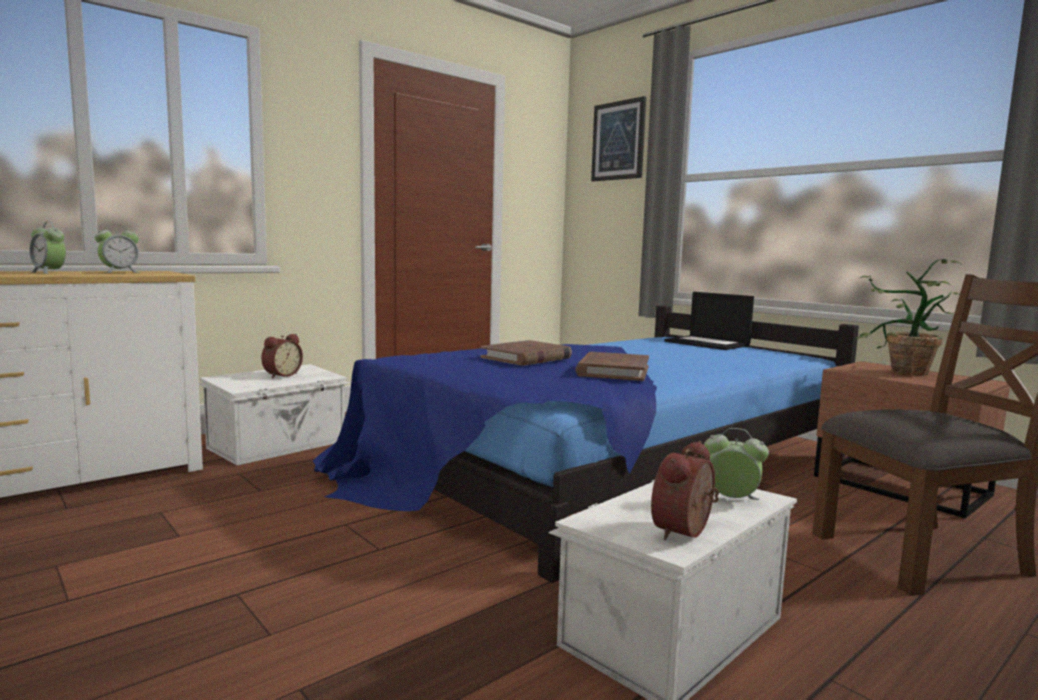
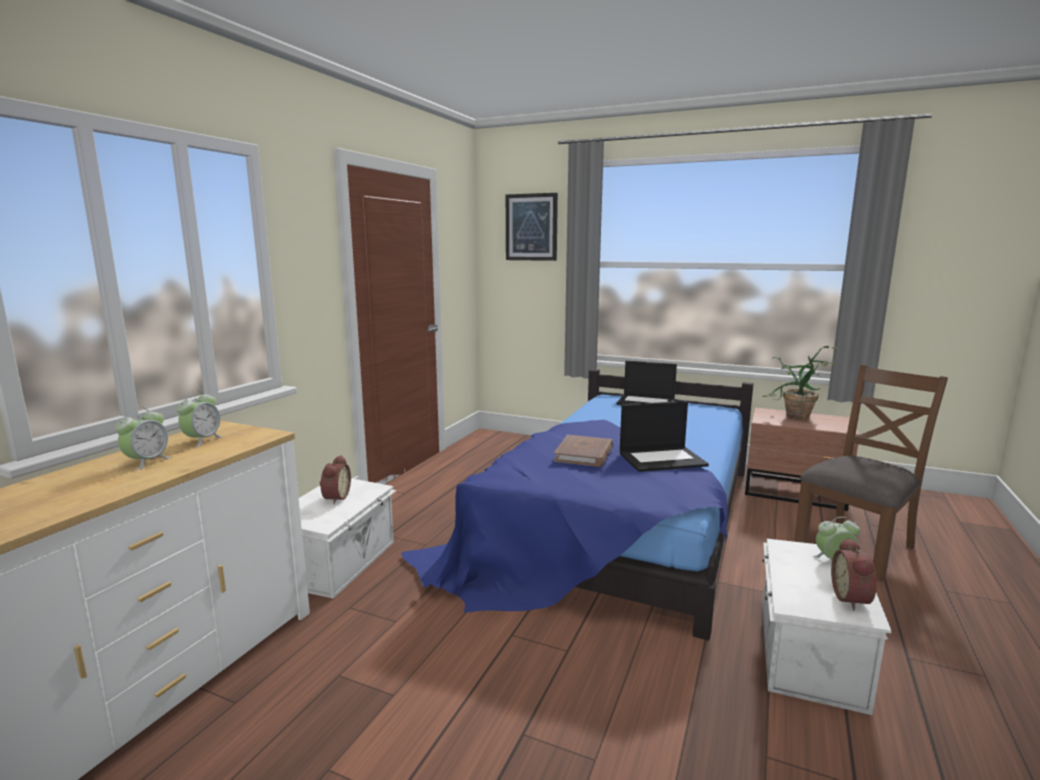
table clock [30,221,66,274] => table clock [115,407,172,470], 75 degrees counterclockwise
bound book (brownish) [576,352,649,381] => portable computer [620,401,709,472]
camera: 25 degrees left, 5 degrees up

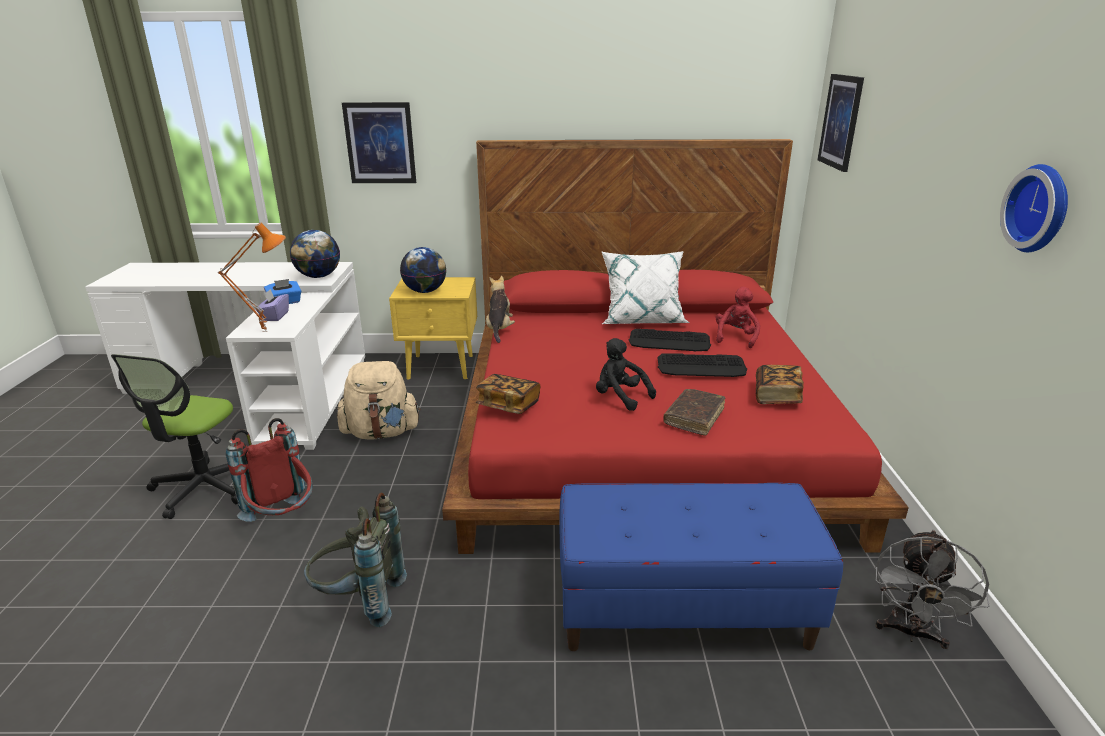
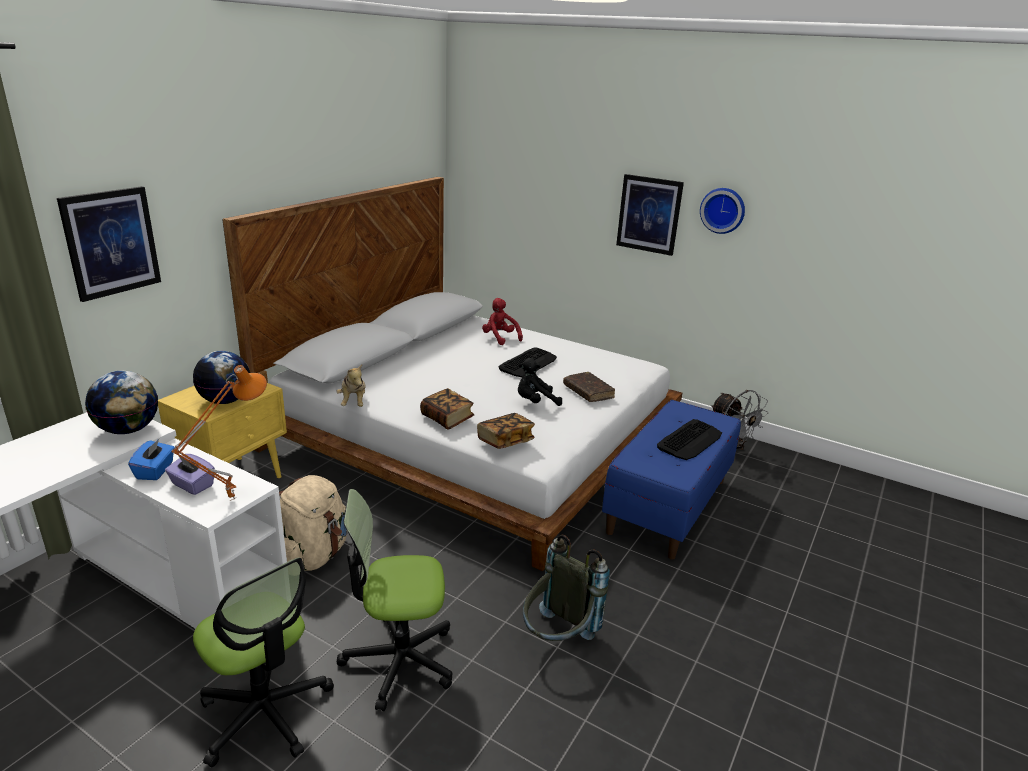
wall picture [818,74,864,172] => wall picture [616,174,684,256], move
bedroom bed (red-coloured) [442,139,909,554] => bedroom bed (white-coloured) [222,177,682,571]
throw pillow (white-coloured) [601,251,690,324] => nothing
plush toy [486,276,515,343] => plush toy [337,364,366,407], 135 degrees counterclockwise
PC keyboard [629,329,711,351] => PC keyboard [657,419,722,460], move
bound book [756,365,804,404] => bound book [420,388,474,430], move
rucksack (red-coloured) [226,418,313,522] => computer chair [336,489,452,711]
camera: 60 degrees left, 0 degrees up

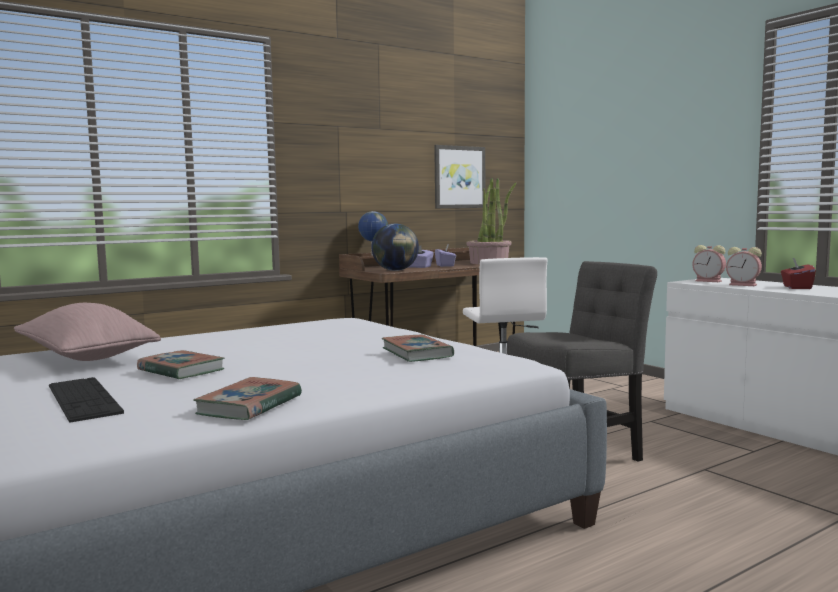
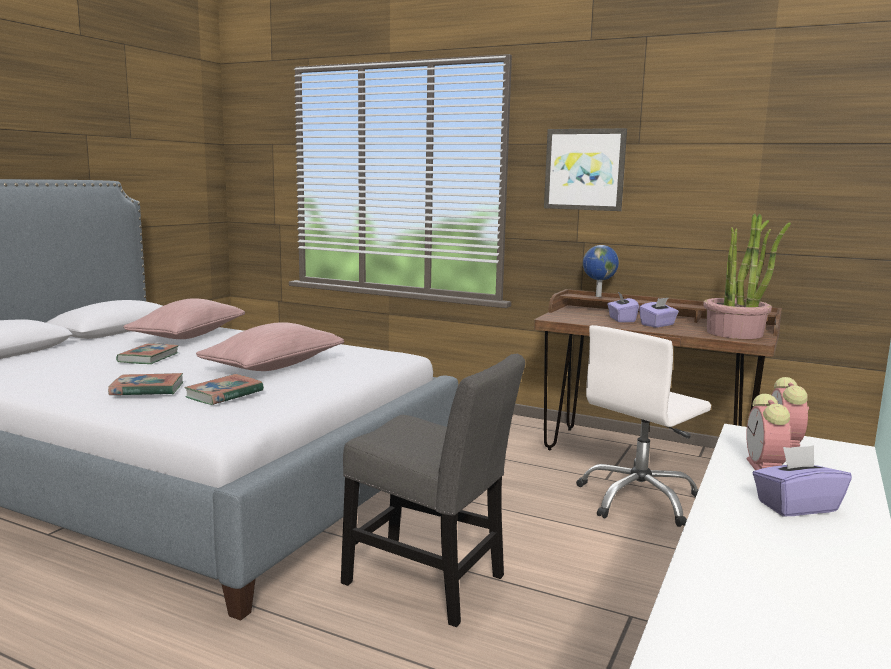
wall picture [434,145,485,208] => wall picture [544,128,627,211], move
desk globe [371,224,419,271] => nothing
tissue holder (red-coloured) [781,258,816,289] => tissue holder (purple) [753,445,852,516]
PC keyboard [49,377,124,422] => nothing
bound book [193,377,302,420] => bound book [108,373,183,395], move
nothing => throw pillow (pinkish) [196,322,344,371]
camera: 60 degrees right, 5 degrees up

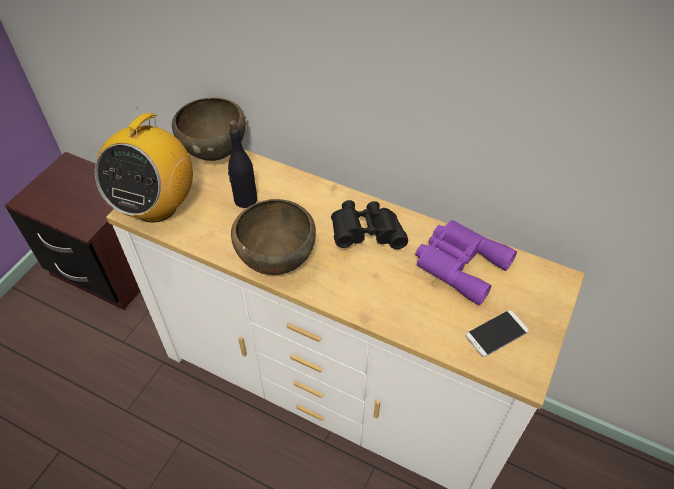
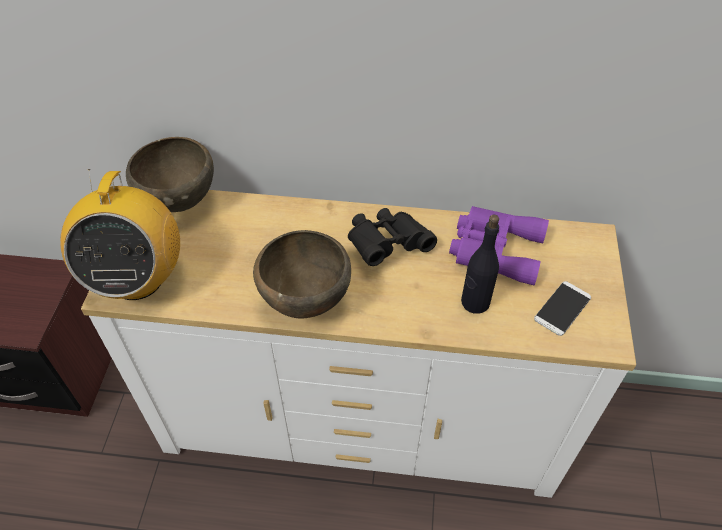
beverage bottle (blackish) [228,120,257,208] => beverage bottle (blackish) [461,215,499,314], move
camera: 20 degrees left, 0 degrees up

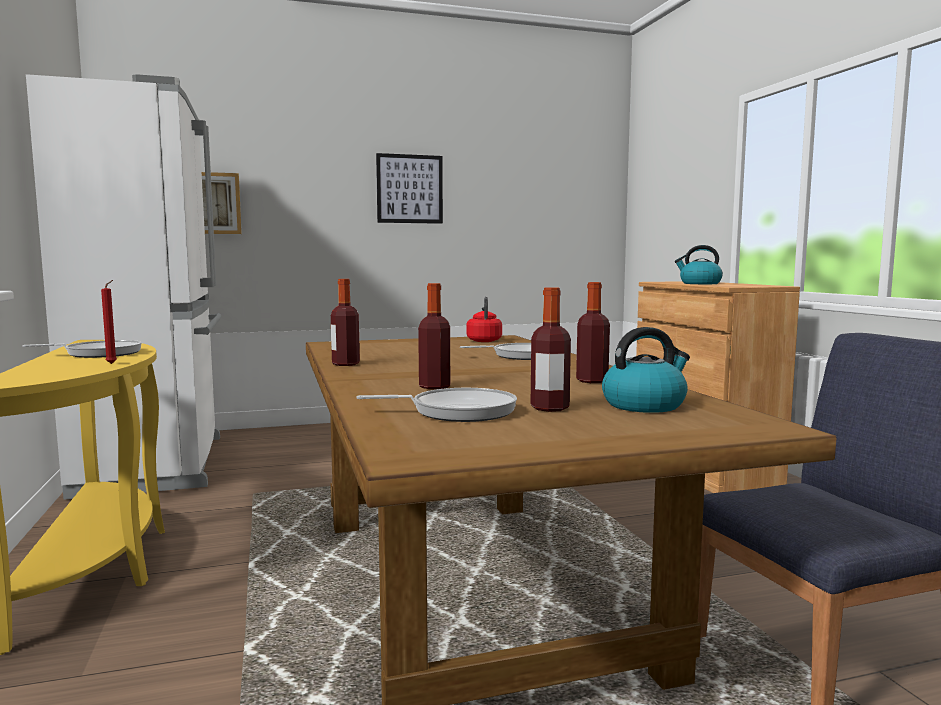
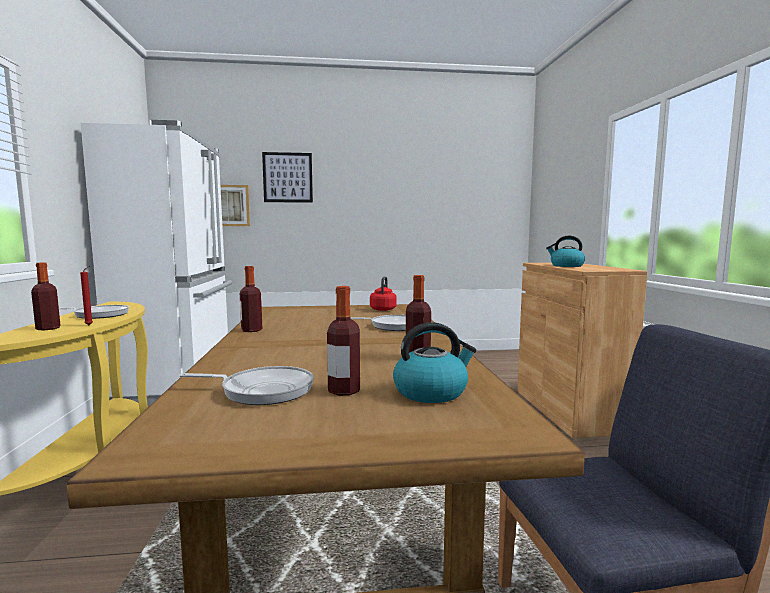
wall picture [376,153,443,224] => wall picture [262,152,313,203], move
beverage bottle [418,283,450,389] => beverage bottle [31,263,60,330], move
camera: 10 degrees right, 0 degrees up

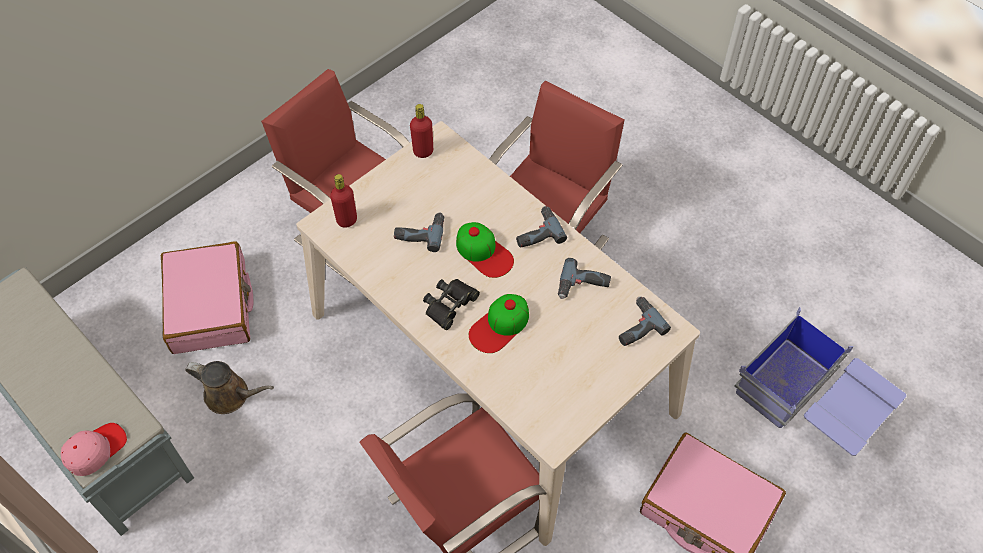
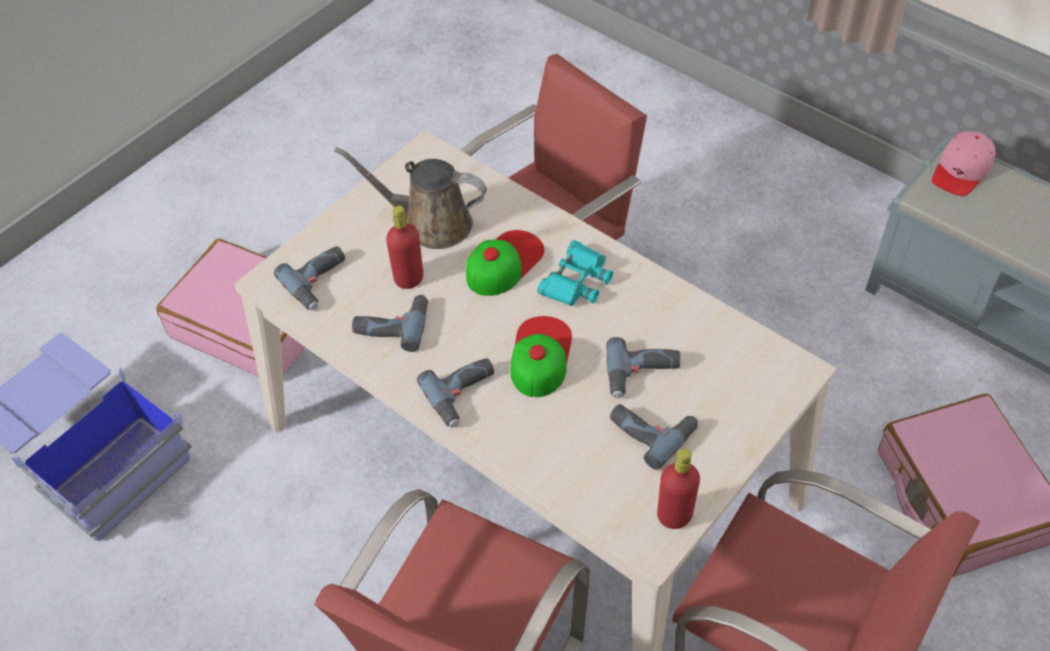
beverage bottle (red-coloured) [330,174,357,228] => beverage bottle (red-coloured) [386,206,423,289], move
peaked cap [456,222,514,278] => peaked cap [510,316,572,397], 60 degrees clockwise
pair of binoculars (blackish) [423,279,480,330] => pair of binoculars (blue-green) [537,240,613,306]
watering pot (brownish) [185,361,274,414] => watering pot (brownish) [334,147,487,249], move
nothing => power drill [610,404,698,470]
camera: 175 degrees right, 5 degrees down

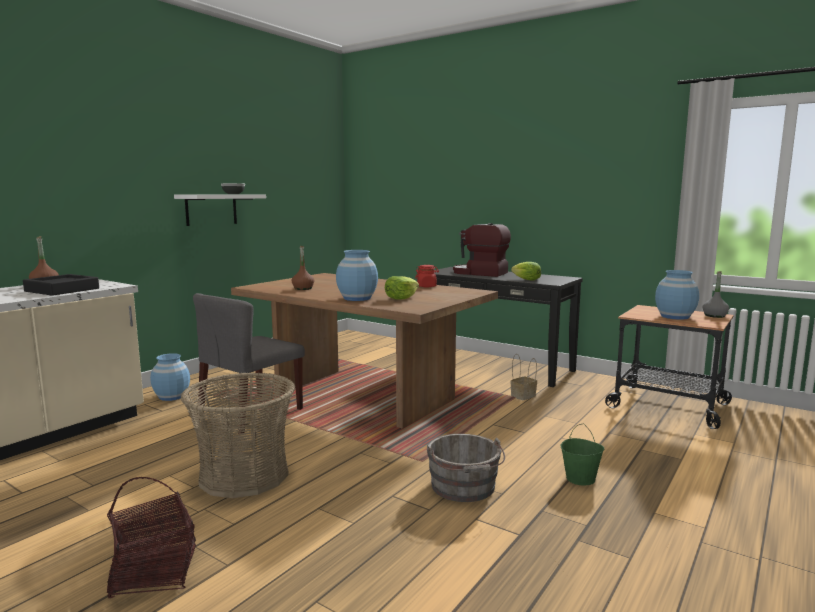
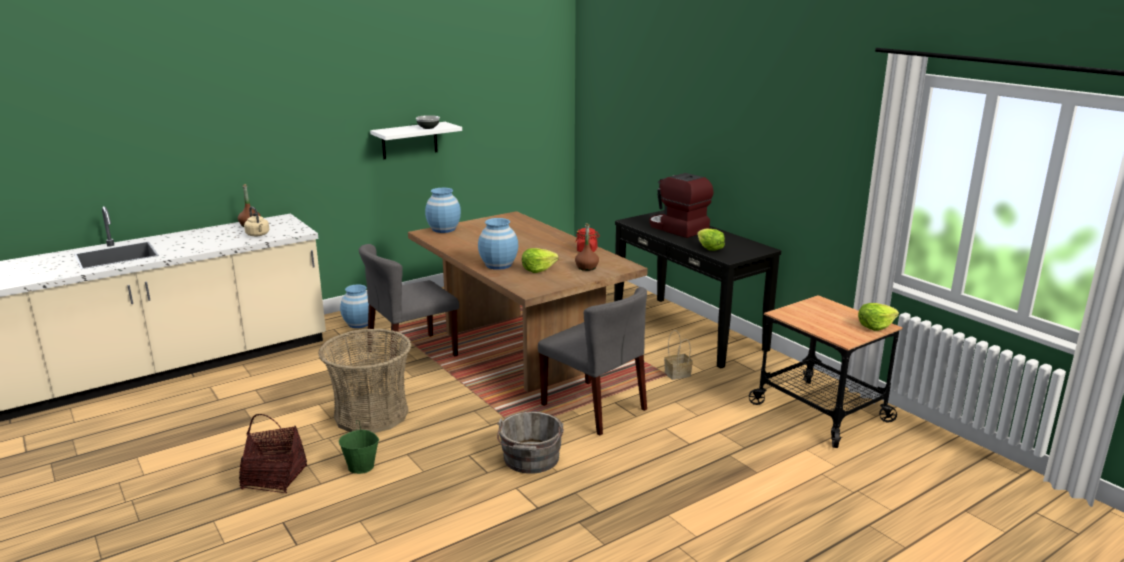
beverage bottle (brownish) [291,246,314,290] => beverage bottle (brownish) [575,224,599,271], move
vase (bluish) [655,270,699,320] => vase (bluish) [425,188,461,233], move
beverage bottle (grey) [703,271,729,318] => lettuce head [858,303,899,331]
carrying tray (blackish) [23,274,99,296] => tea kettle (beige-coloured) [244,206,269,236]
pail (green) [561,424,604,485] => pail (green) [339,420,379,474], move
nothing => chair (grey) [538,287,647,435]
camera: 20 degrees right, 10 degrees up

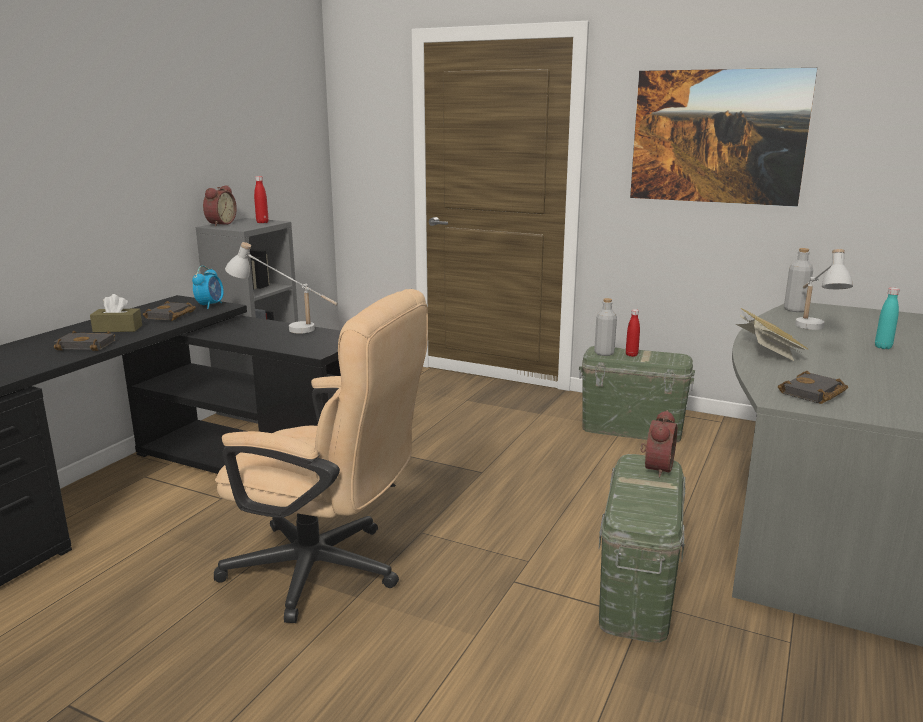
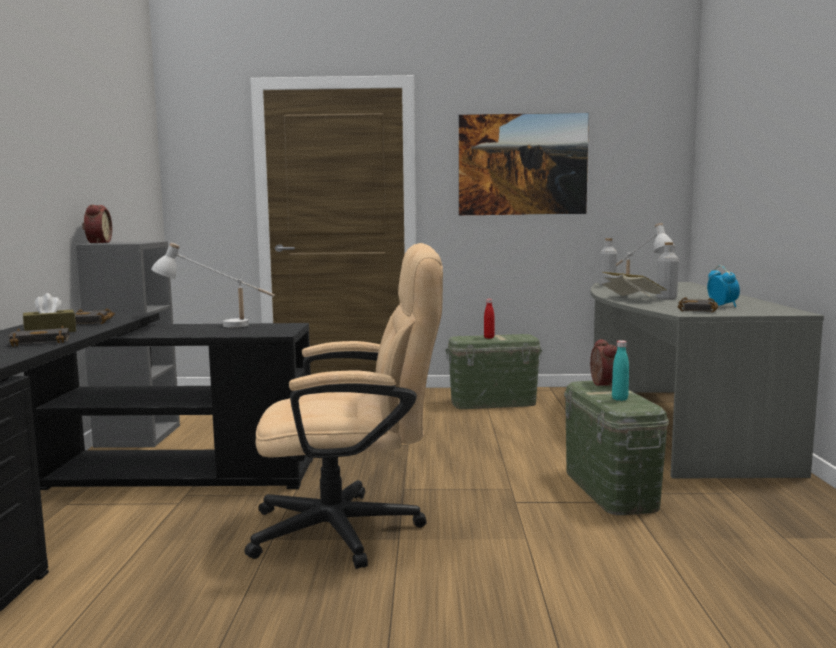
beverage bottle (red-coloured) [254,176,269,223] => nothing
table clock [192,266,224,309] => table clock [707,265,740,307], move
beverage bottle (blue-green) [875,287,900,349] => beverage bottle (blue-green) [612,340,629,401], move
beverage bottle (grey) [594,298,617,356] => beverage bottle (grey) [656,242,679,300], move
camera: 25 degrees left, 10 degrees down

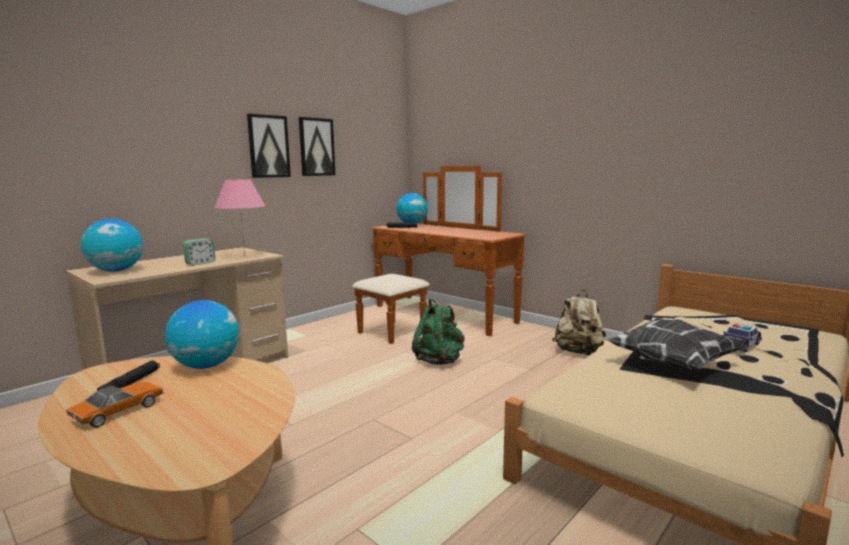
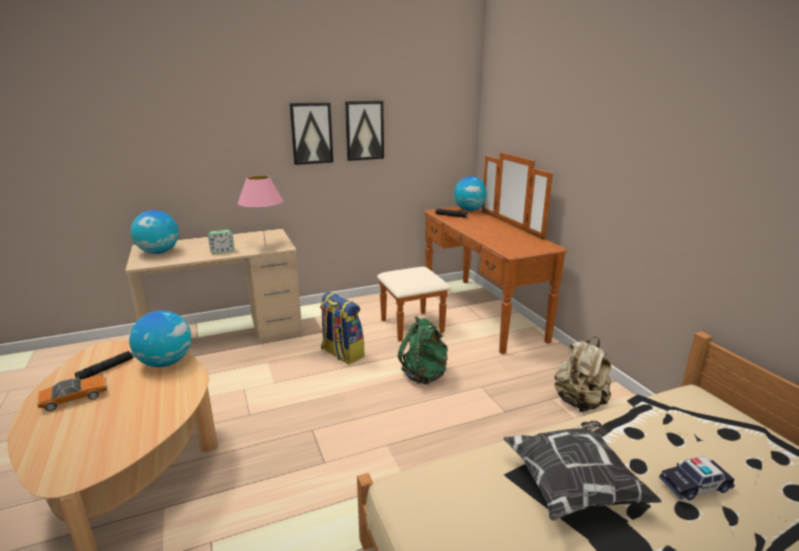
nothing => rucksack [320,292,365,365]
camera: 25 degrees right, 10 degrees up

